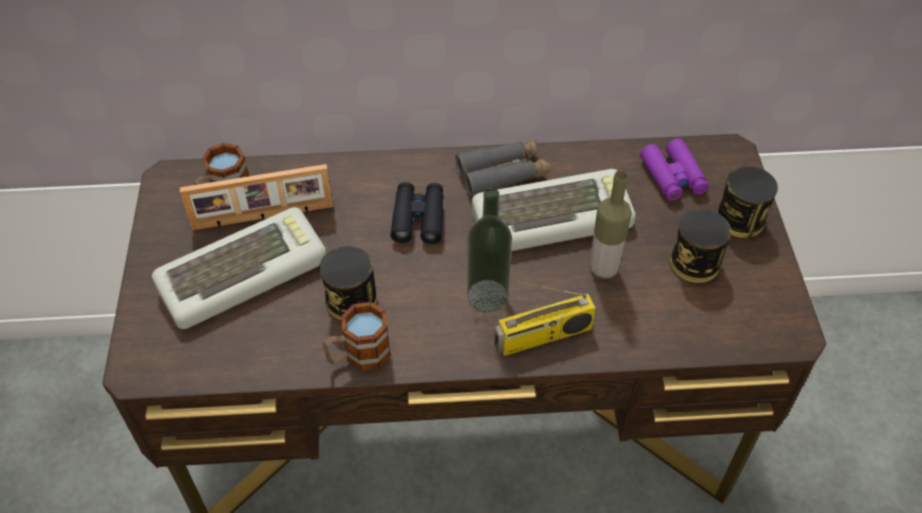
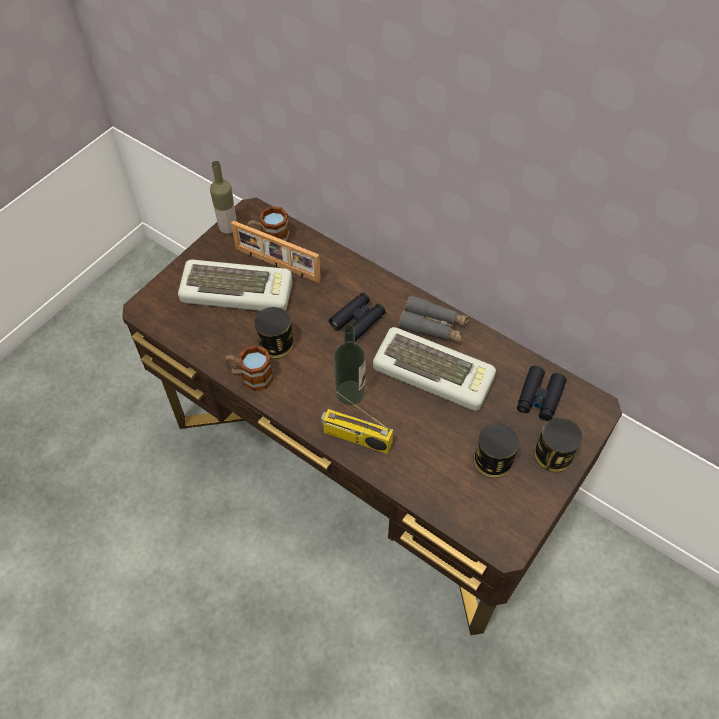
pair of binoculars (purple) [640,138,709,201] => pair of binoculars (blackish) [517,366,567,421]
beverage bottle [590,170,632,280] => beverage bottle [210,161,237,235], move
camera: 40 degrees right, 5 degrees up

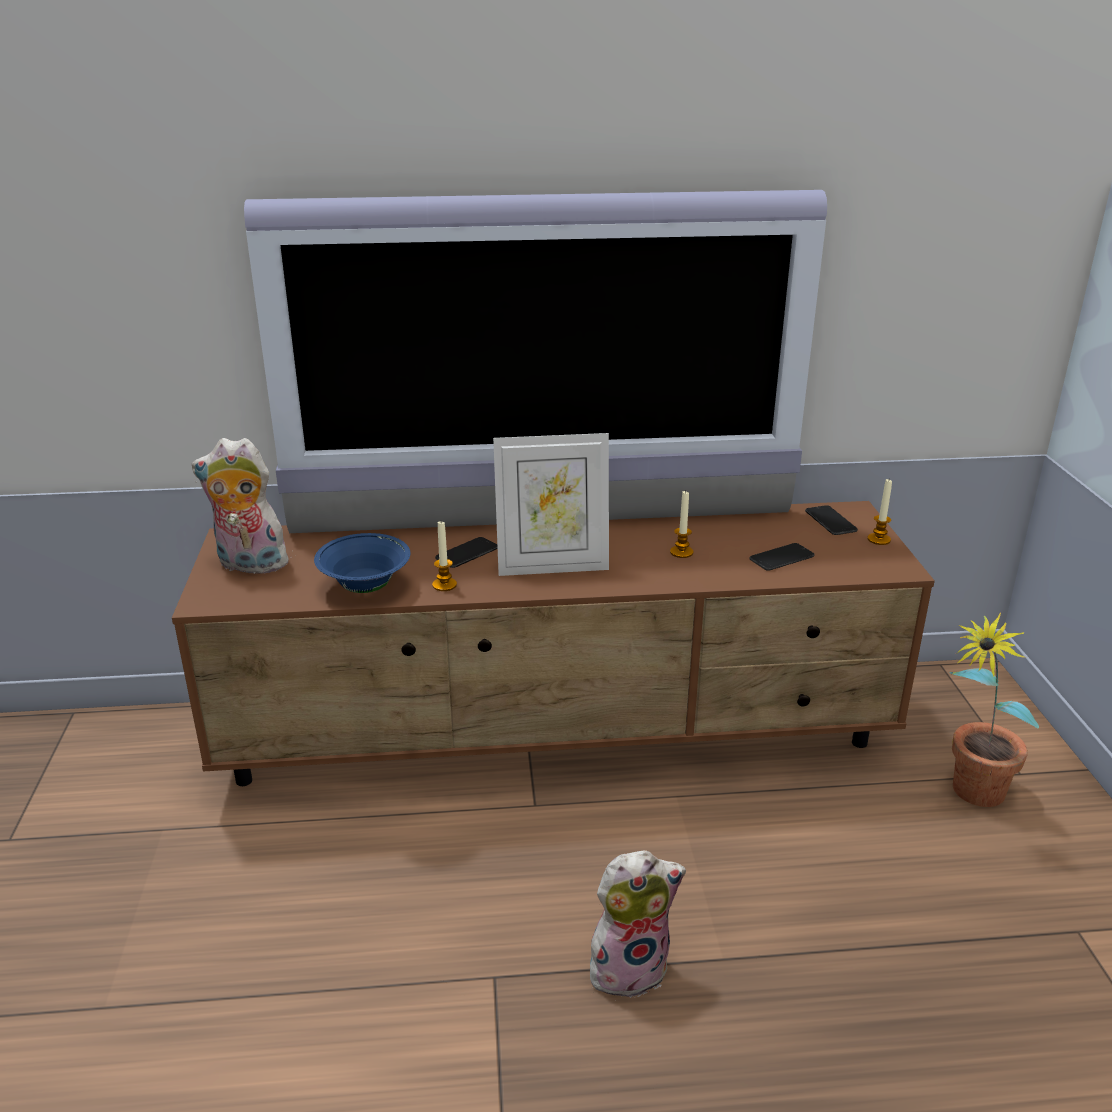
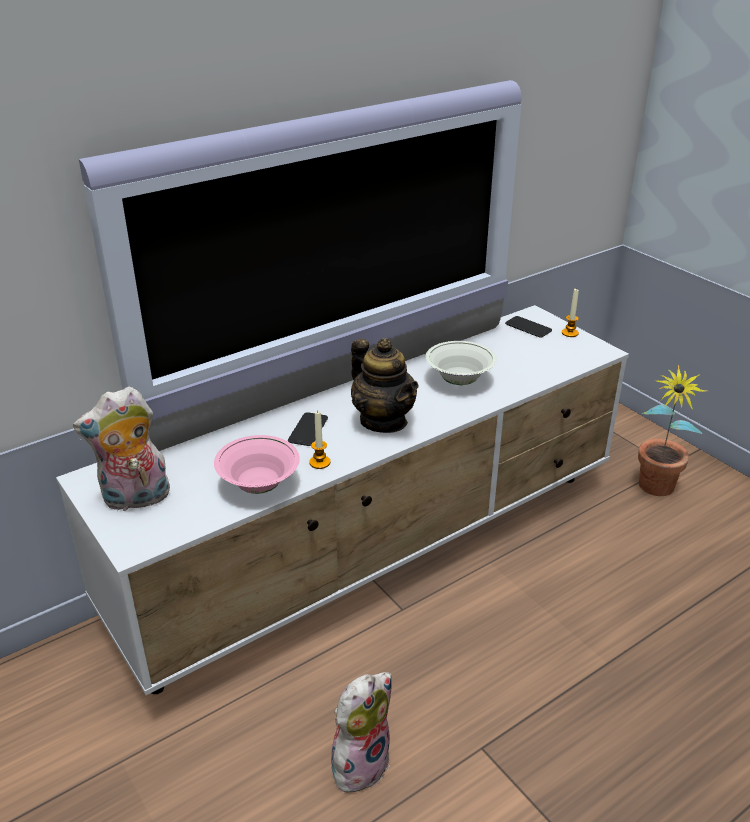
standing frame [493,433,609,576] => tea pot [351,338,419,433]
wax candle [670,491,693,558] => bowl (white-coloured) [426,341,497,385]
tv stand (brownish) [172,501,935,786] => tv stand (white-coloured) [56,305,629,695]
bowl (bluish) [314,533,411,593] => bowl (pinkish) [214,435,300,494]
handset [750,543,815,571] => nothing
plush toy [590,850,686,1002] => plush toy [331,672,392,793], move
camera: 30 degrees left, 5 degrees up

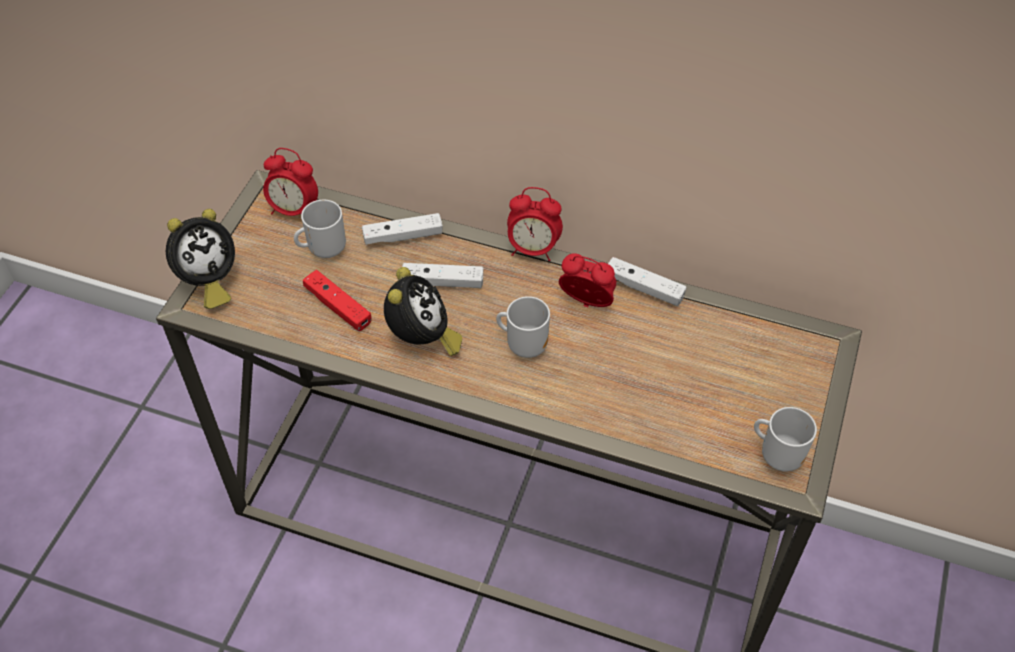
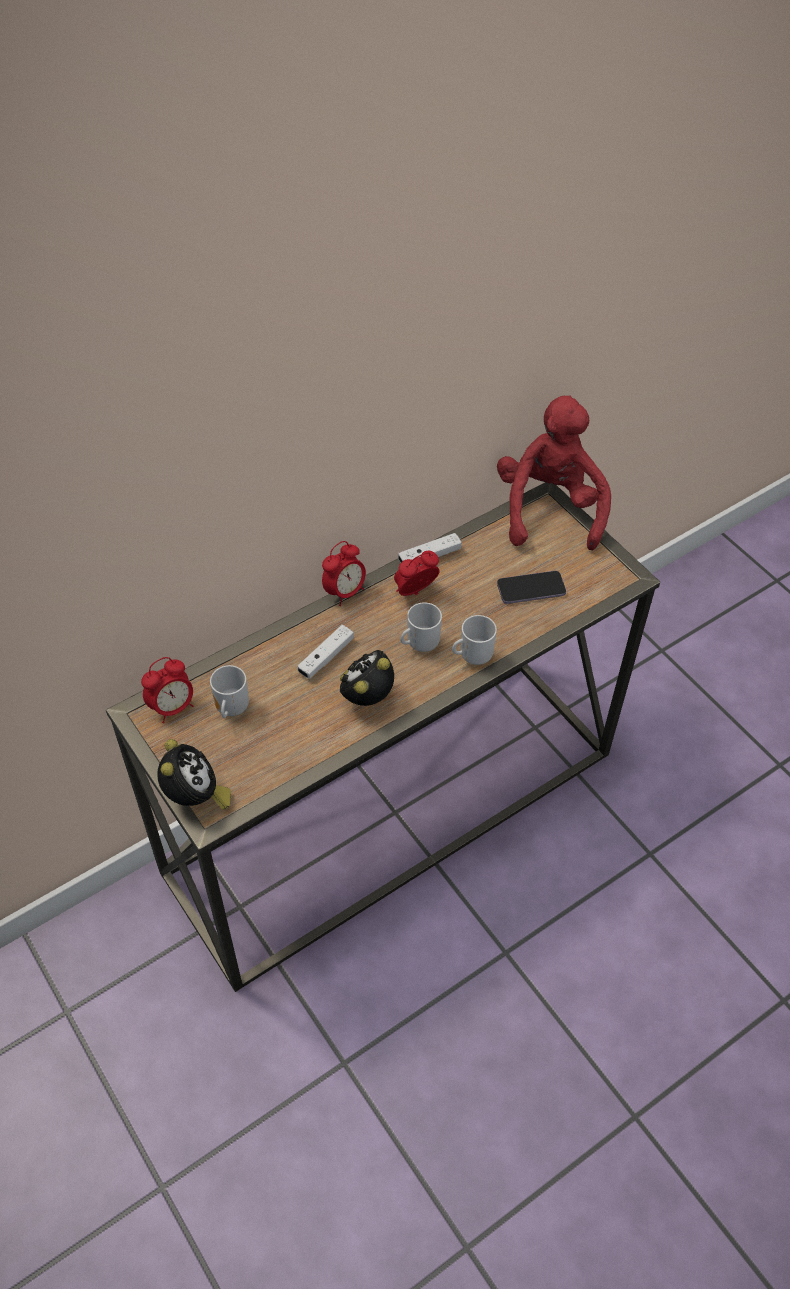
joypad (white-coloured) [362,213,442,245] => nothing
table clock [384,267,462,356] => table clock [340,650,394,706], 90 degrees counterclockwise
joypad (red-coloured) [303,270,372,331] => nothing
mug [754,407,817,472] => mug [452,615,497,665], move
nothing => plush toy (red-coloured) [497,395,611,550]
nothing => handset [497,571,566,604]
camera: 55 degrees left, 0 degrees up

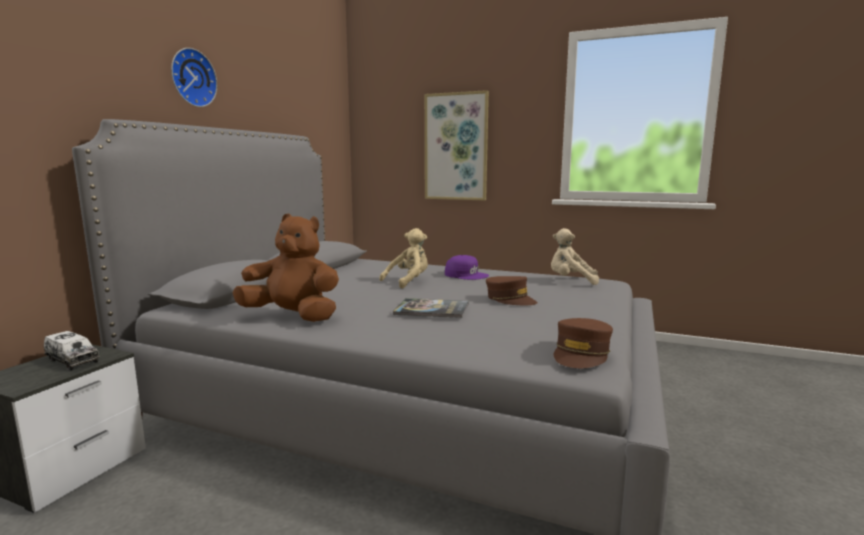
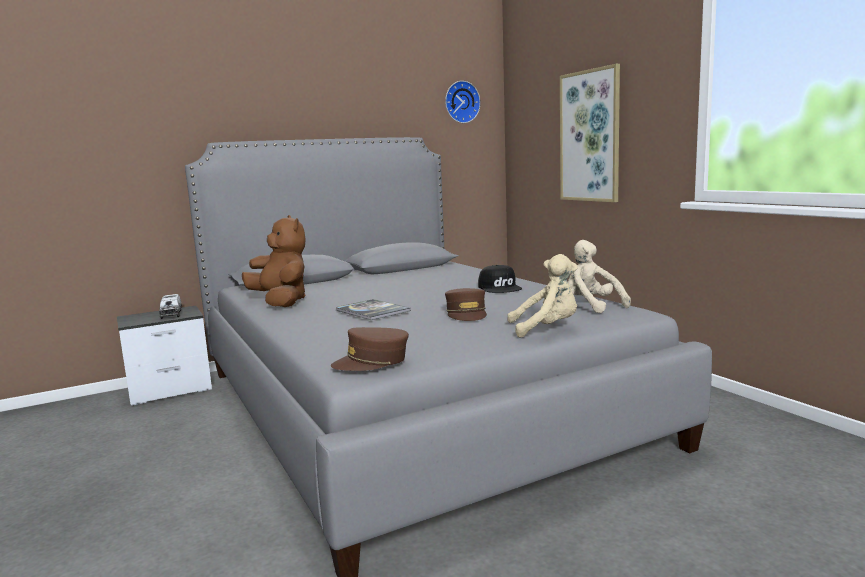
hanging clock [171,48,217,107] => hanging clock [445,81,481,123], move
plush toy (beige-coloured) [379,228,428,289] => plush toy (beige-coloured) [507,254,577,338], move
peaked cap (purple) [445,255,489,280] => peaked cap (blackish) [478,265,522,293]
camera: 40 degrees right, 0 degrees up

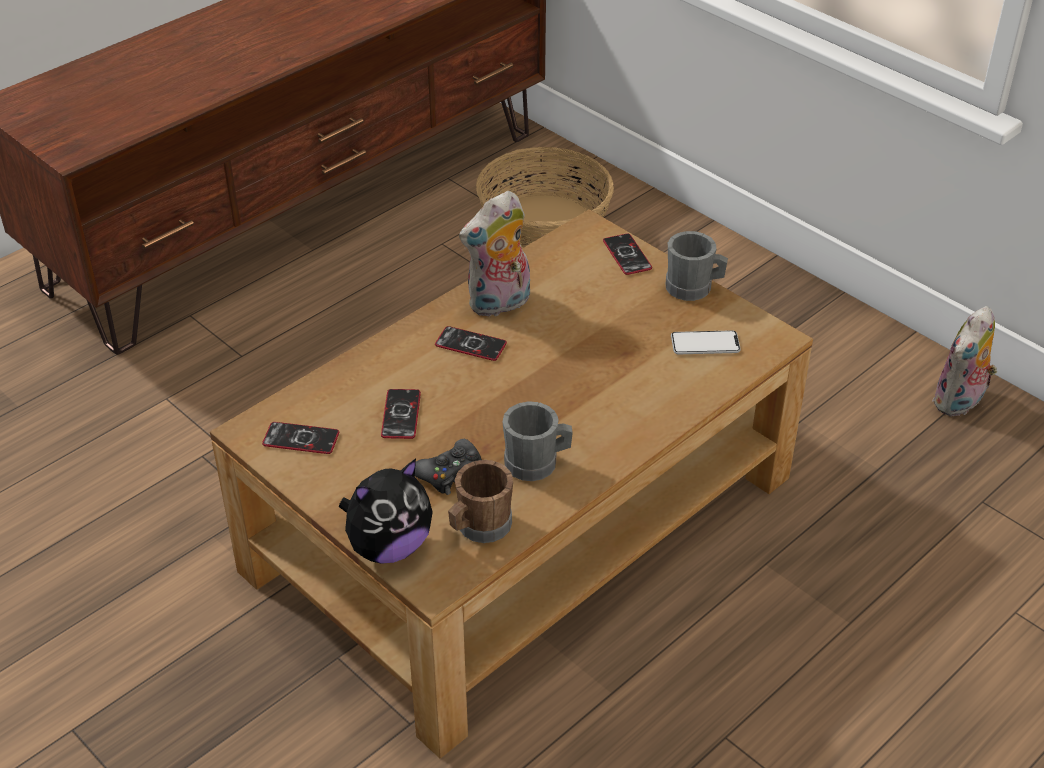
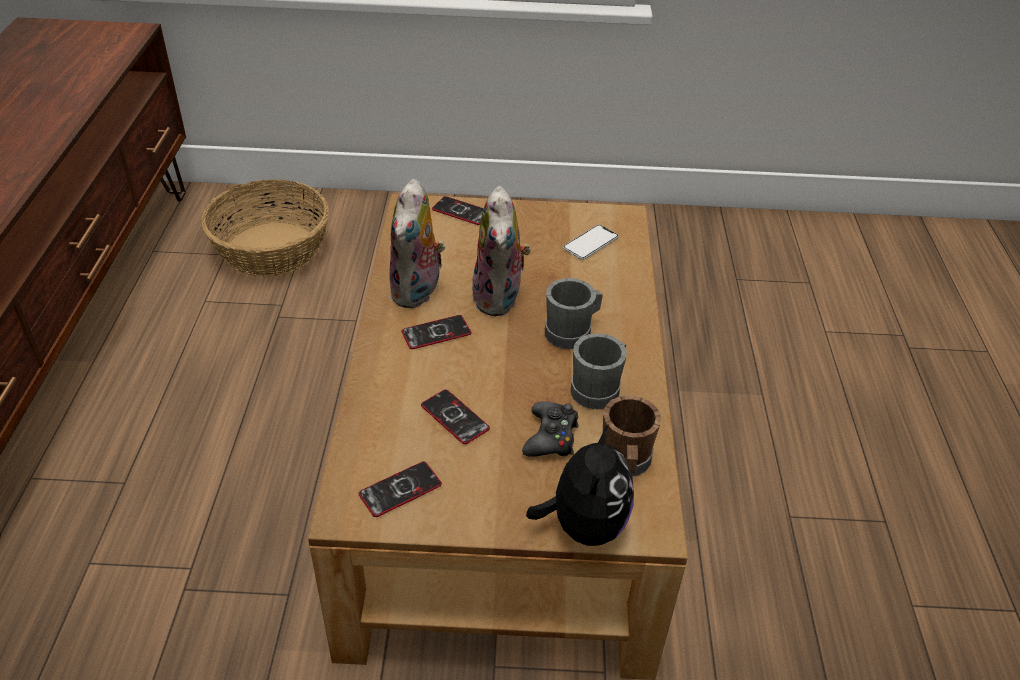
mug (grey) [666,231,728,301] => mug (grey) [545,278,603,349], move
plush toy [932,306,997,417] => plush toy [471,186,531,316], move
camera: 45 degrees left, 0 degrees up

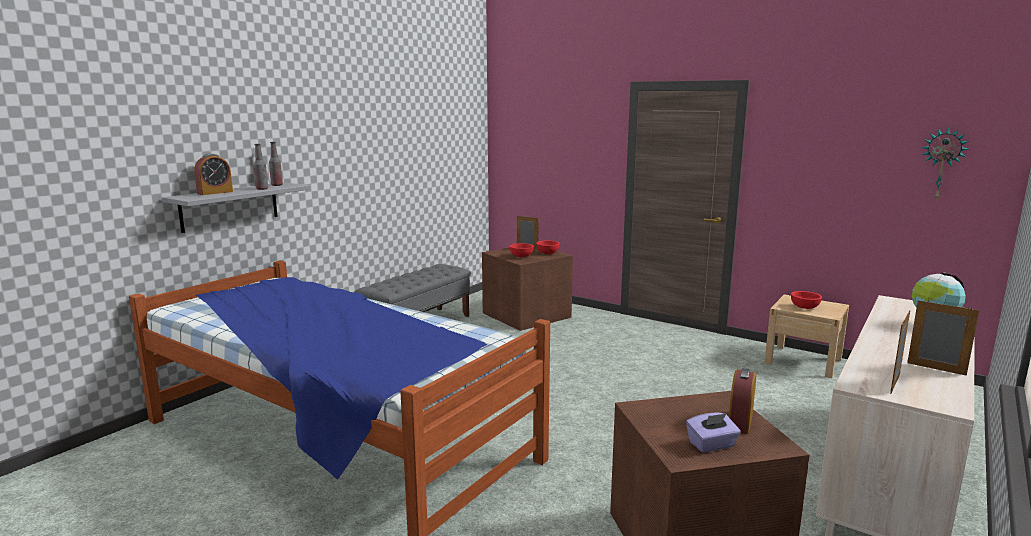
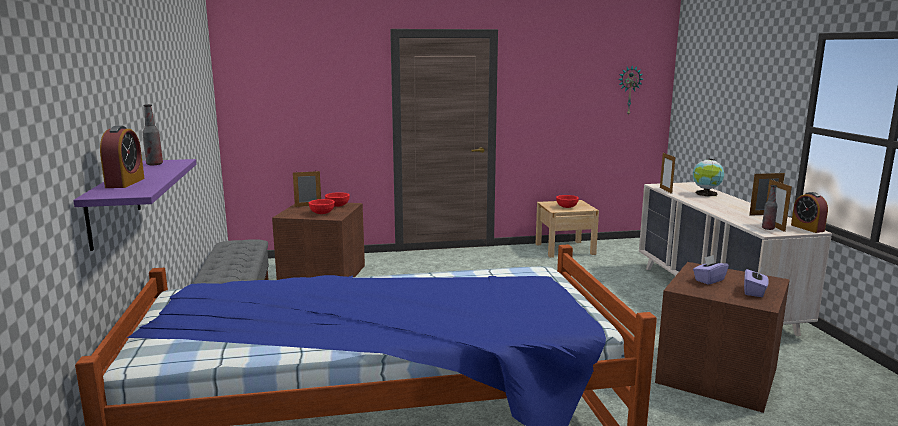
beverage bottle [254,144,268,190] => beverage bottle [762,185,778,230], move
shelf (grey) [162,182,310,233] => shelf (purple) [73,159,197,251]
table clock [729,368,756,434] => table clock [791,192,828,233], move
nothing => standing frame [660,153,676,194]
nothing => tissue holder (purple) [693,255,729,285]
camera: 45 degrees left, 0 degrees up

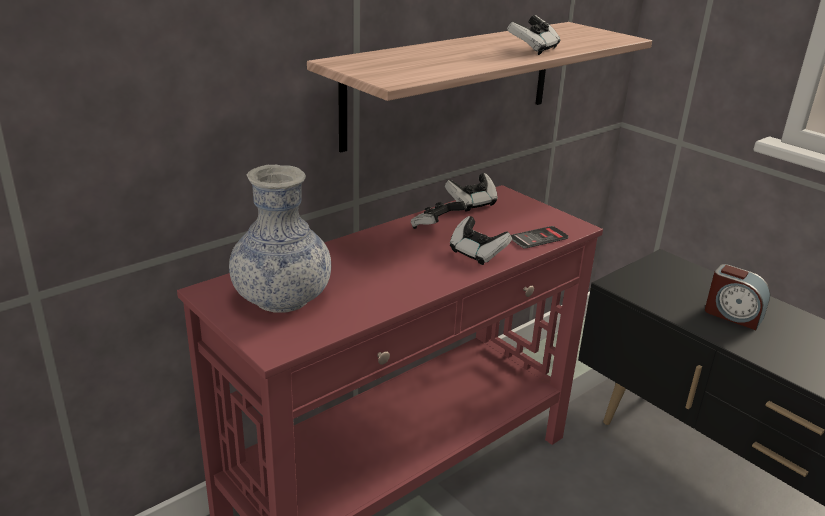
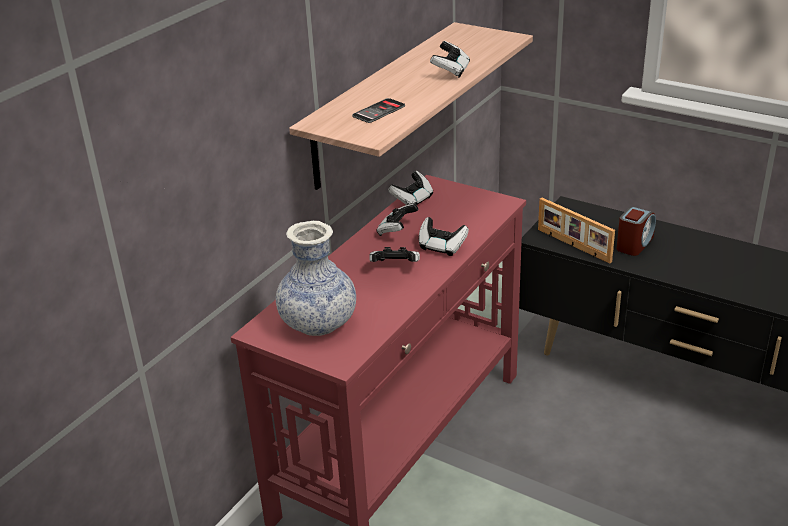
handset [511,226,569,249] => handset [352,98,405,123], move
table clock [705,264,770,330] => table clock [617,207,656,256], 75 degrees counterclockwise
nothing => standing frame [538,198,615,264]
nothing => joypad [369,247,420,262]
camera: 15 degrees left, 5 degrees up

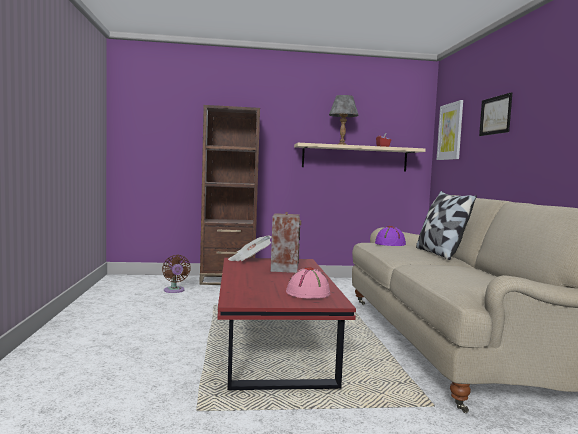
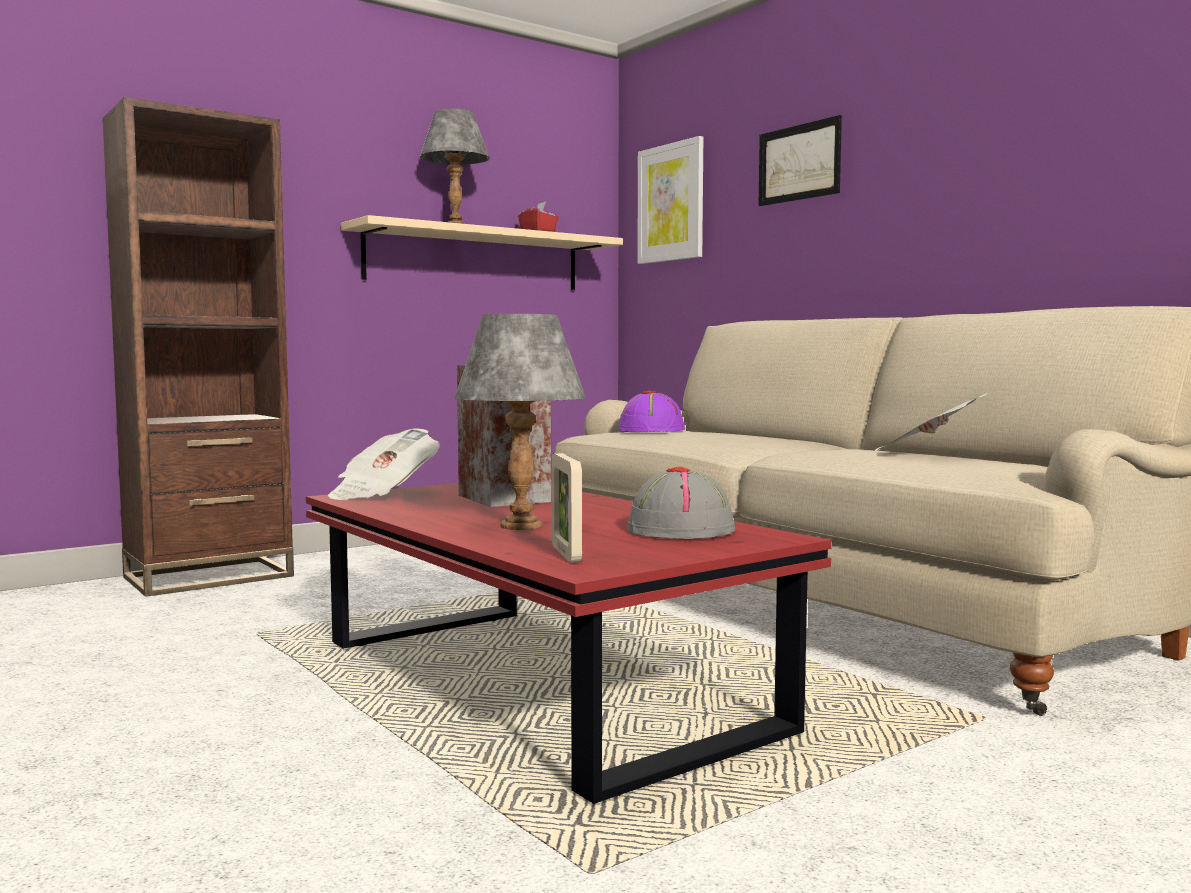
throw pillow [416,191,477,260] => nothing
electric fan (brownish) [162,255,191,293] => nothing
hat (pinkish) [286,267,330,299] => hat (grey) [627,466,735,539]
nothing => table lamp (grey) [454,314,586,530]
nothing => daily paper [875,393,987,452]
nothing => standing frame [552,453,582,562]
camera: 30 degrees left, 0 degrees up

